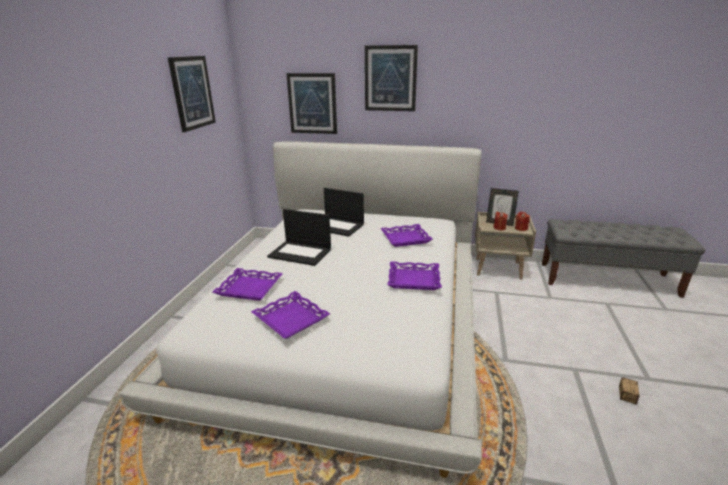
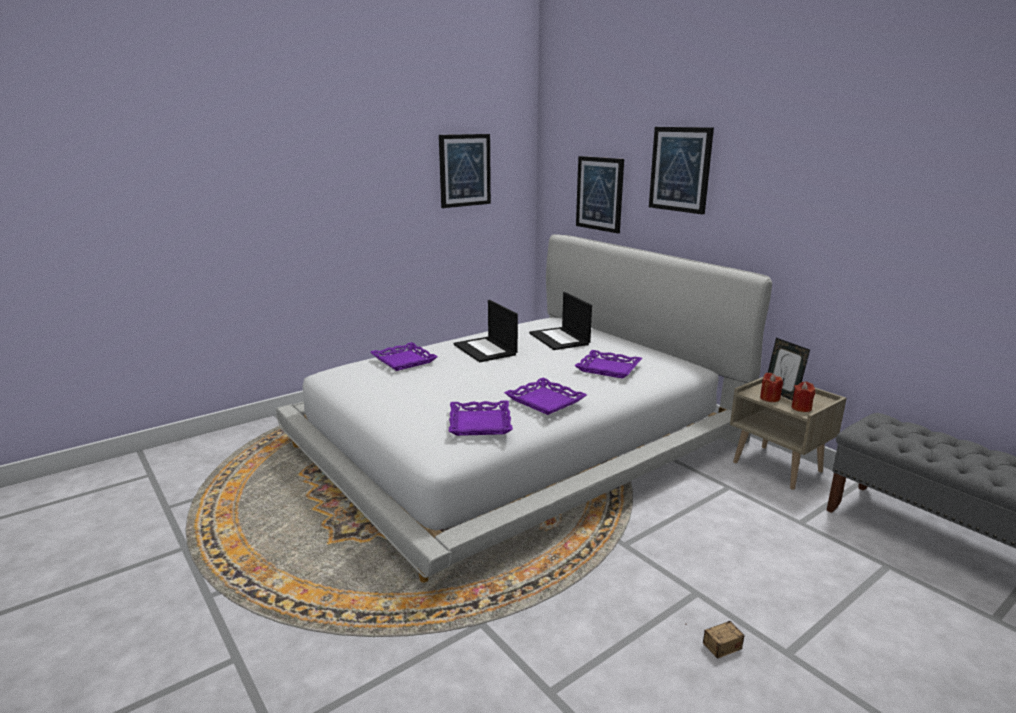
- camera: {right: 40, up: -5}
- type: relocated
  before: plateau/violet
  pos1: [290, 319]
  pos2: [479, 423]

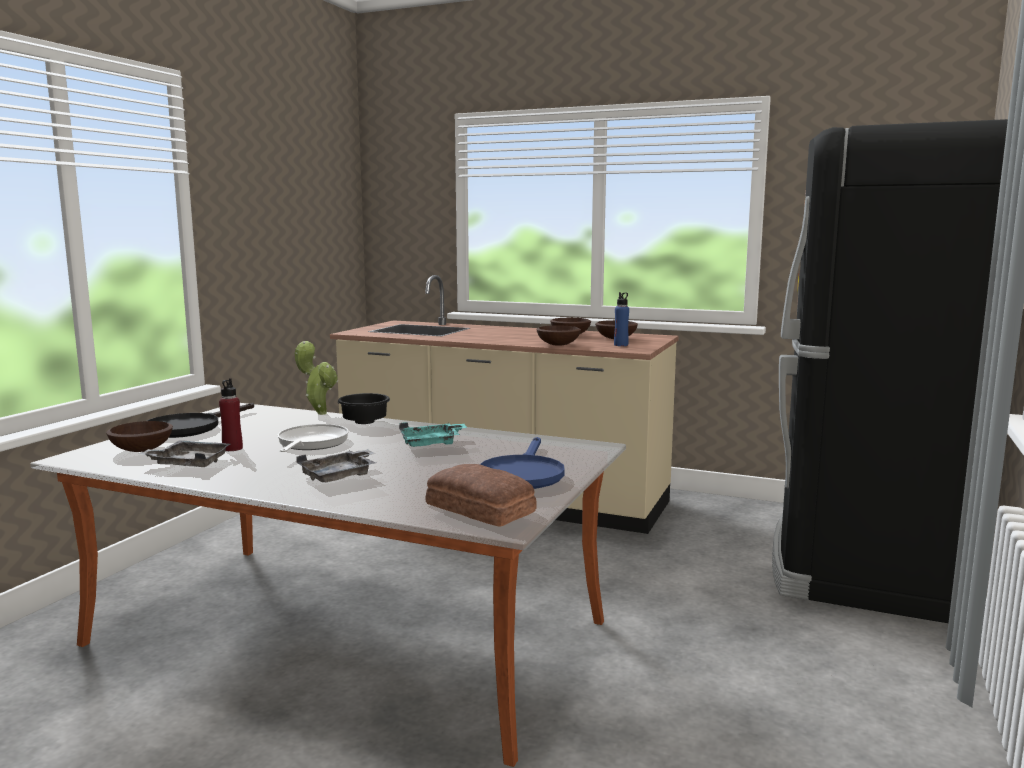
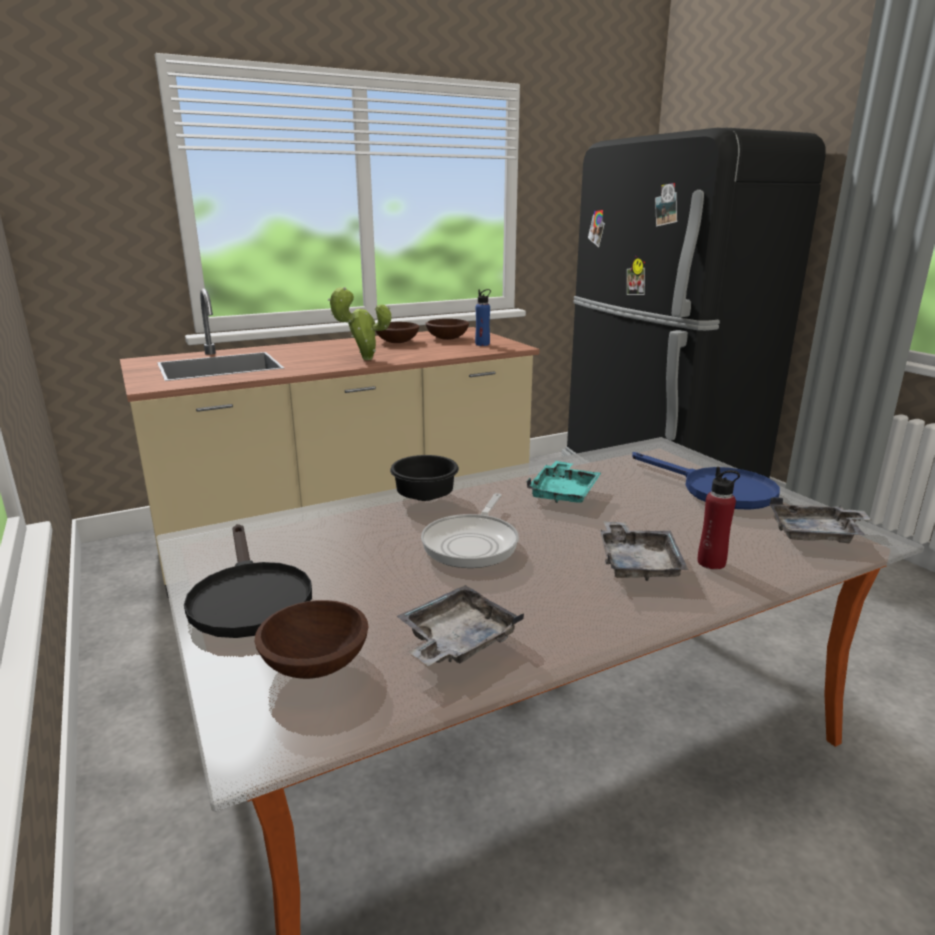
- camera: {right: -50, up: 10}
- type: missing
  before: bol/marron
  pos1: [557, 344]
- type: relocated
  before: bouteille/rouge
  pos1: [232, 448]
  pos2: [711, 562]
- type: relocated
  before: plante en pot
  pos1: [319, 413]
  pos2: [363, 359]
- type: exchanged
  before: pain
  after: plateau/gris
  pos1: [479, 509]
  pos2: [816, 534]
- type: spun
  before: poêle
  pos1: [311, 443]
  pos2: [472, 544]
  turn: -120

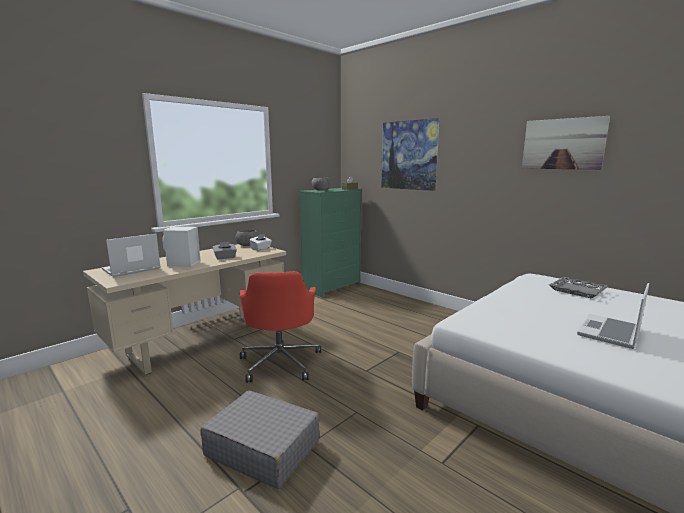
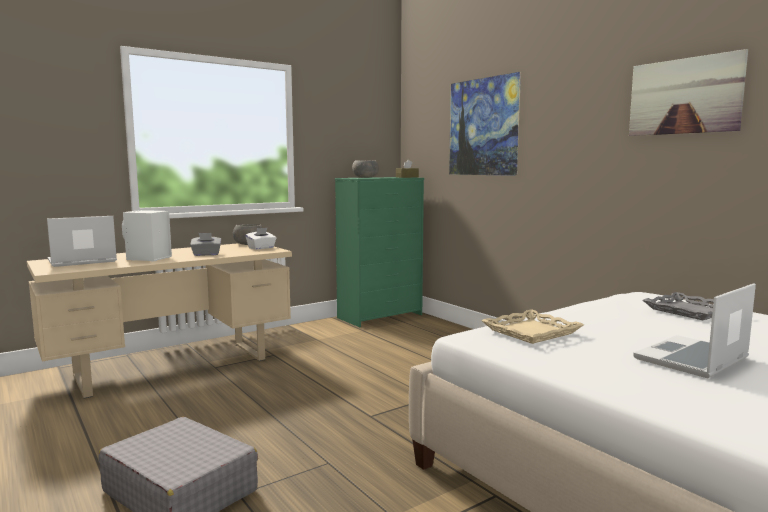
- camera: {right: 10, up: -5}
- type: missing
  before: chaise de bureau/rouge
  pos1: [280, 362]
- type: appeared
  after: plateau/beige
  pos2: [531, 332]

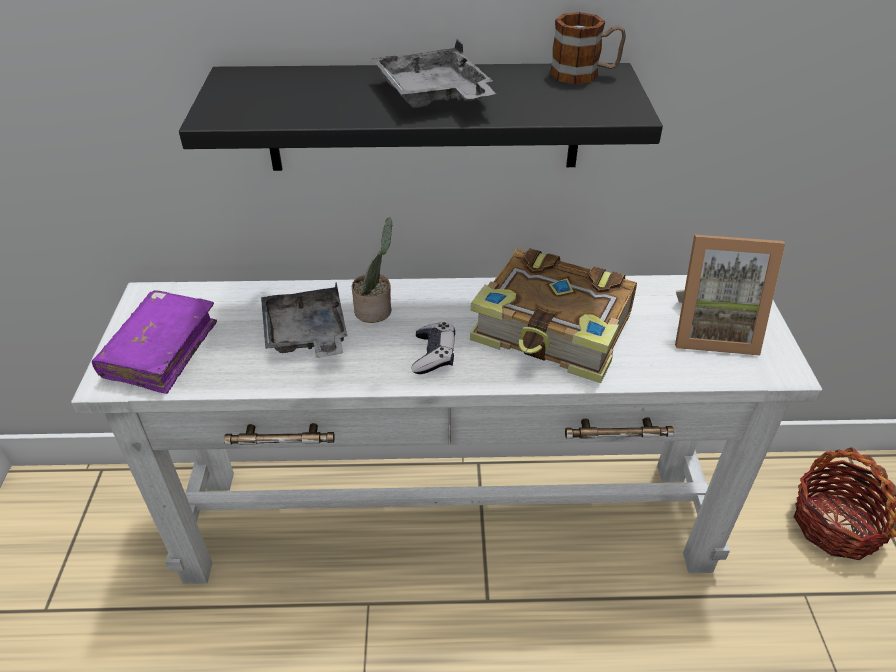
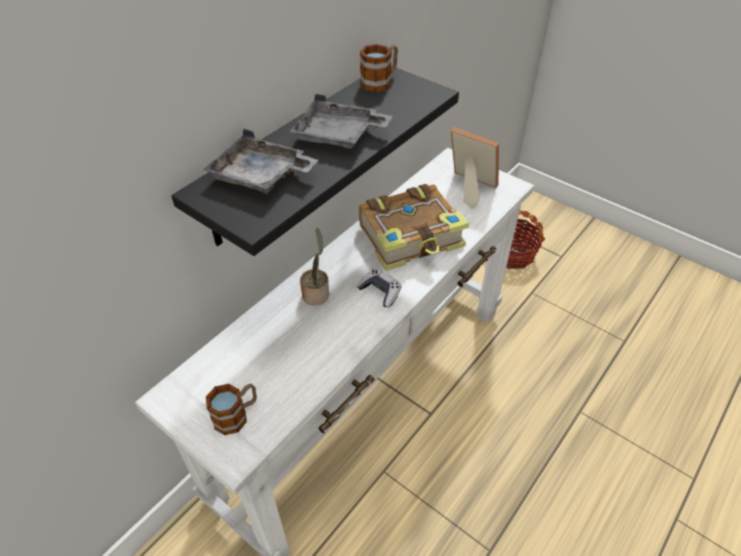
- camera: {right: -50, up: 5}
- type: relocated
  before: plateau/gris
  pos1: [307, 335]
  pos2: [261, 176]
- type: exchanged
  before: livre/violet
  after: mug
  pos1: [161, 351]
  pos2: [237, 415]
- type: spun
  before: cadre photo
  pos1: [712, 331]
  pos2: [468, 188]
  turn: -105

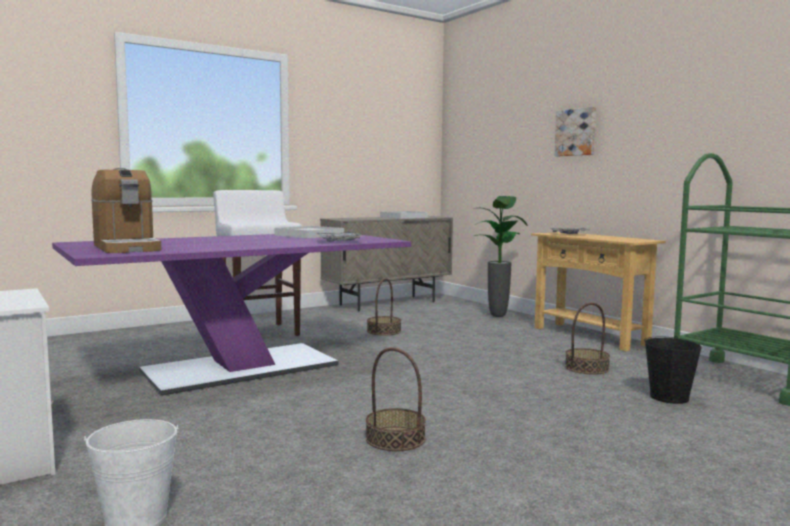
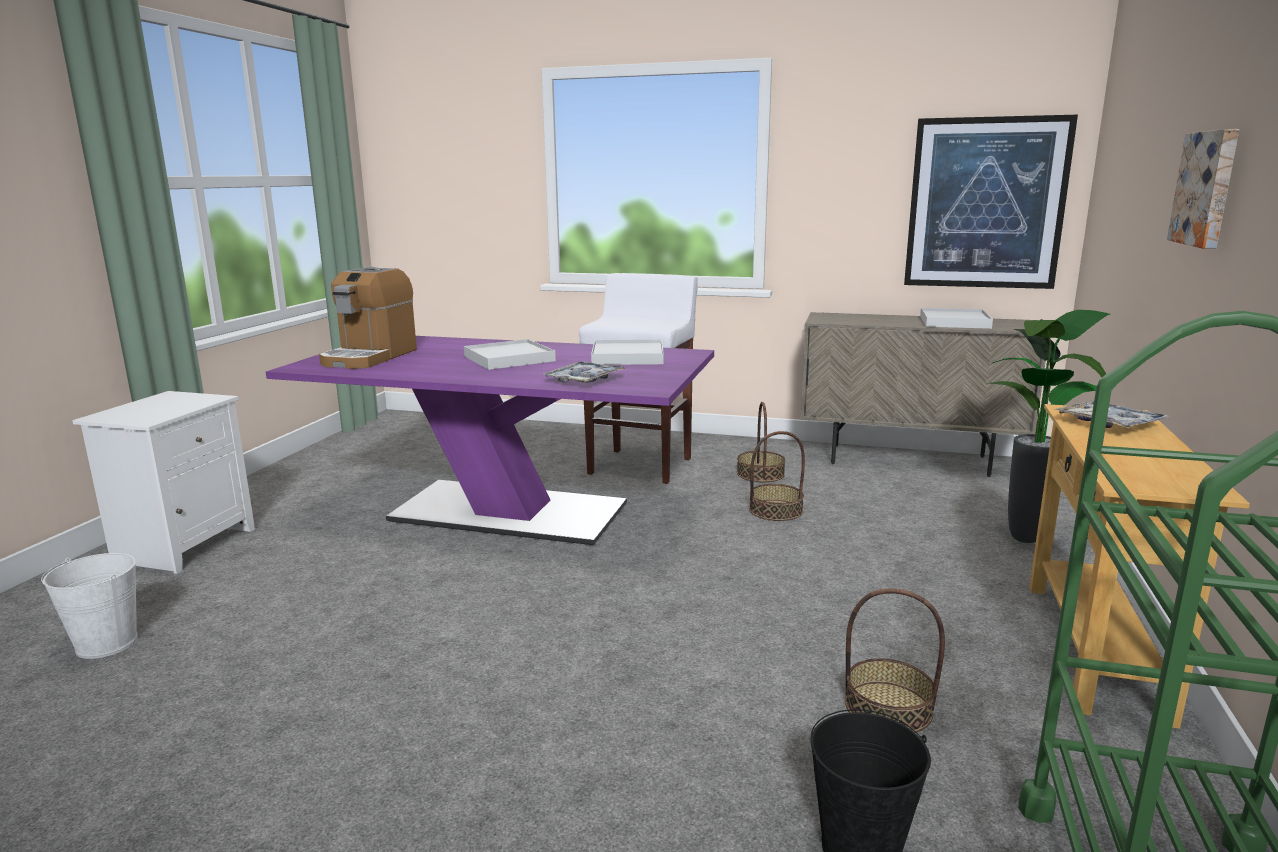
- camera: {right: 50, up: 10}
- type: appeared
  after: plateau/blanc
  pos2: [509, 359]
- type: appeared
  after: tableau
  pos2: [986, 204]
- type: relocated
  before: panier
  pos1: [395, 439]
  pos2: [760, 474]

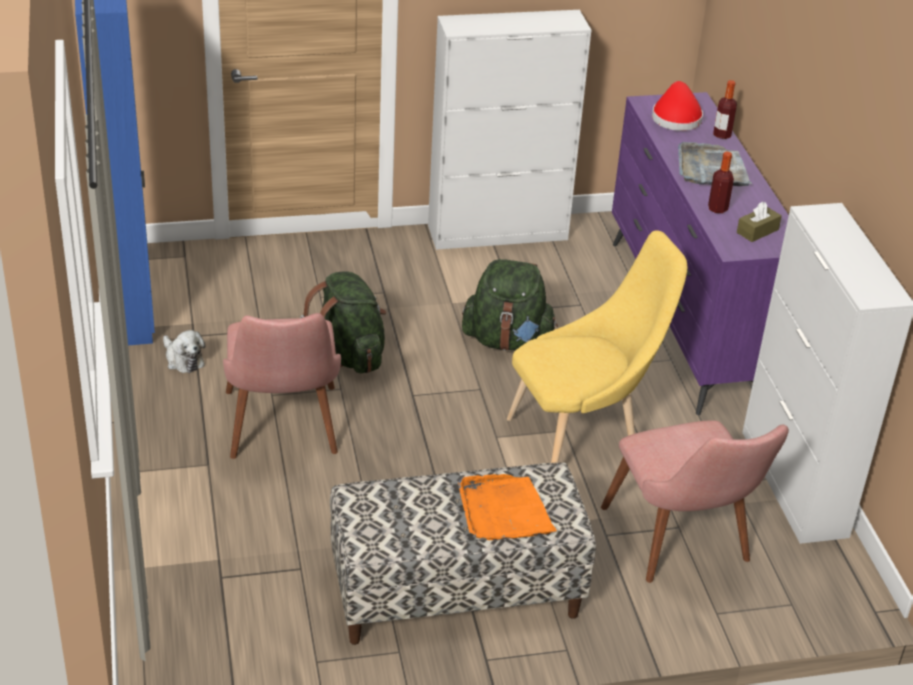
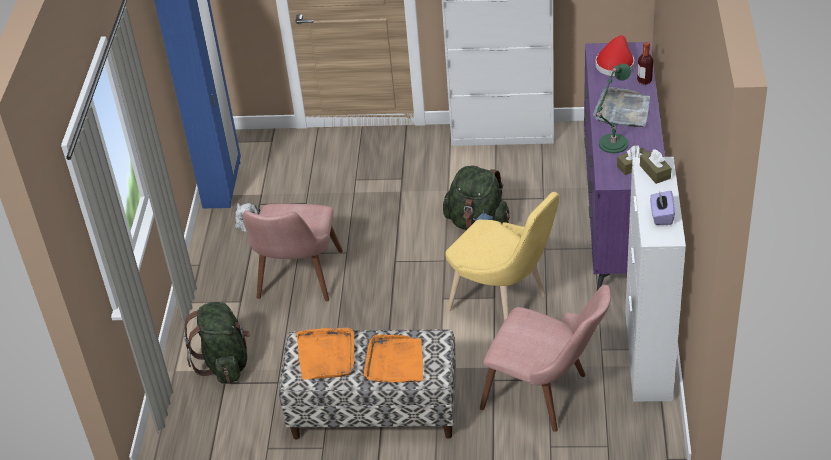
- camera: {right: 20, up: 5}
- type: appeared
  after: plateau/orange
  pos2: [326, 355]
- type: appeared
  after: boîte à mouchoirs/marron
  pos2: [655, 172]
- type: appeared
  after: boîte à mouchoirs/violet
  pos2: [661, 216]
- type: relocated
  before: sac à dos/vert
  pos1: [348, 355]
  pos2: [225, 363]
- type: exchanged
  before: bouteille
  after: lampe de table/vert
  pos1: [717, 208]
  pos2: [611, 145]
- type: spun
  before: chaise/jaune
  pos1: [581, 438]
  pos2: [503, 305]
  turn: 45
- type: spun
  before: chaise/rose
  pos1: [685, 546]
  pos2: [547, 394]
  turn: -60

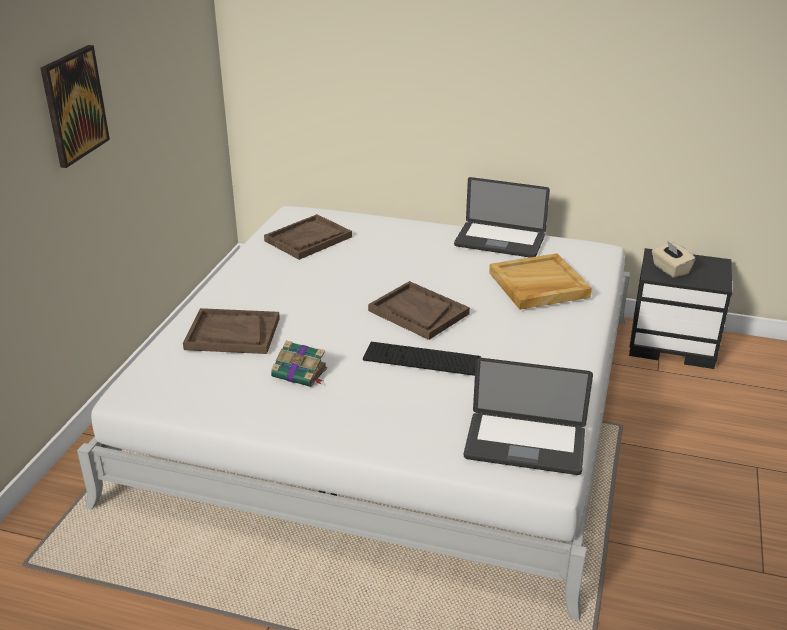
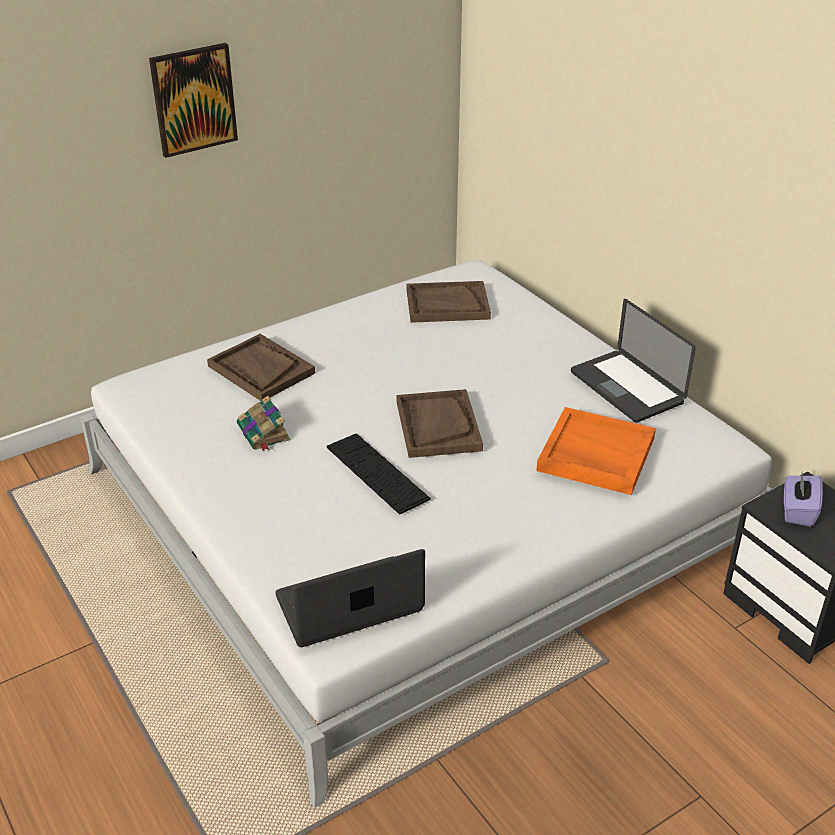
- camera: {right: 40, up: 5}
- type: colour
  before: plateau/beige
  after: plateau/orange
  pos1: [538, 285]
  pos2: [595, 454]
- type: colour
  before: boîte à mouchoirs/beige
  after: boîte à mouchoirs/violet
  pos1: [670, 269]
  pos2: [798, 511]
- type: spun
  before: ordinateur portable
  pos1: [525, 445]
  pos2: [349, 604]
  turn: 105

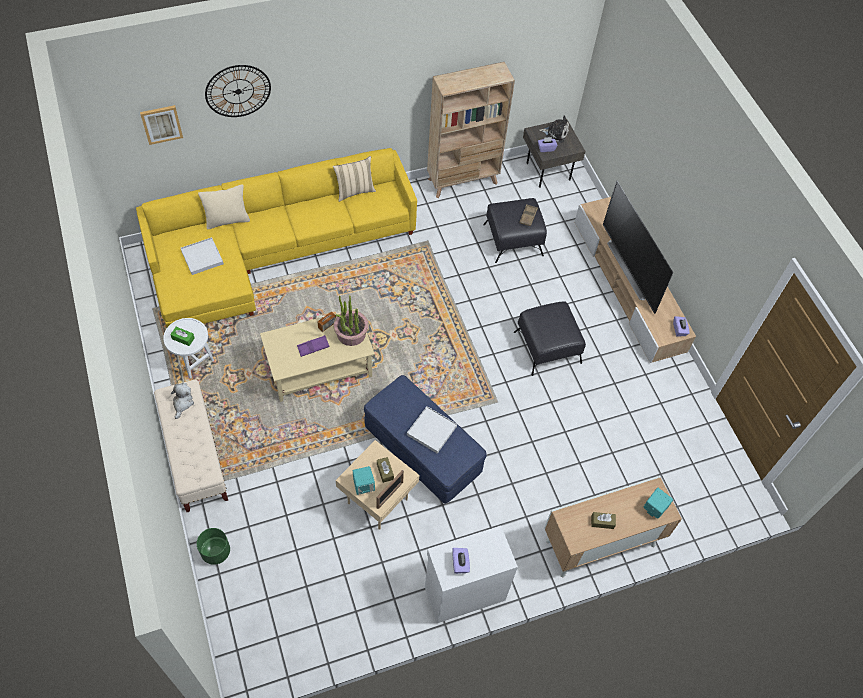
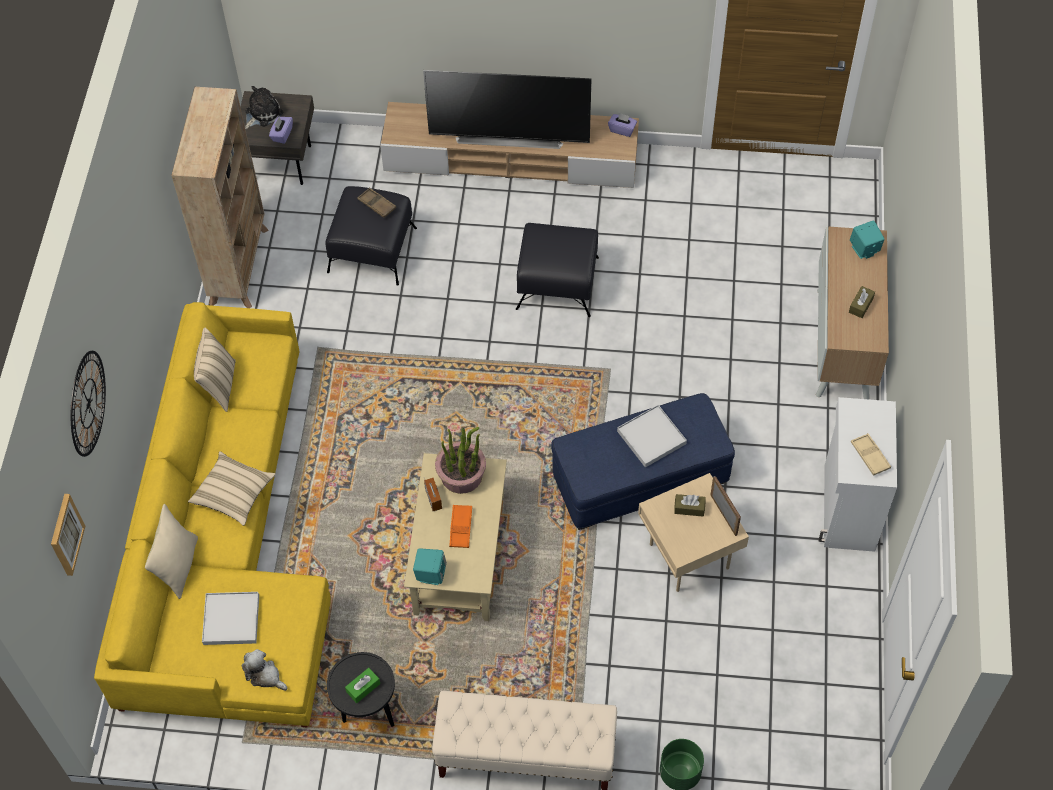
- camera: {right: -60, up: 0}
- type: appeared
  after: coussin/beige
  pos2: [234, 494]
- type: relocated
  before: peluche
  pos1: [182, 403]
  pos2: [265, 675]
- type: relocated
  before: enceinte/turquoise
  pos1: [364, 485]
  pos2: [430, 574]
- type: exchanged
  before: boîte à mouchoirs/violet
  after: plateau/beige
  pos1: [460, 563]
  pos2: [870, 456]
- type: colour
  before: table d'appoint/blanc
  after: table d'appoint/noir
  pos1: [194, 361]
  pos2: [367, 712]
- type: colour
  before: plateau/violet
  after: plateau/orange
  pos1: [313, 347]
  pos2: [461, 528]

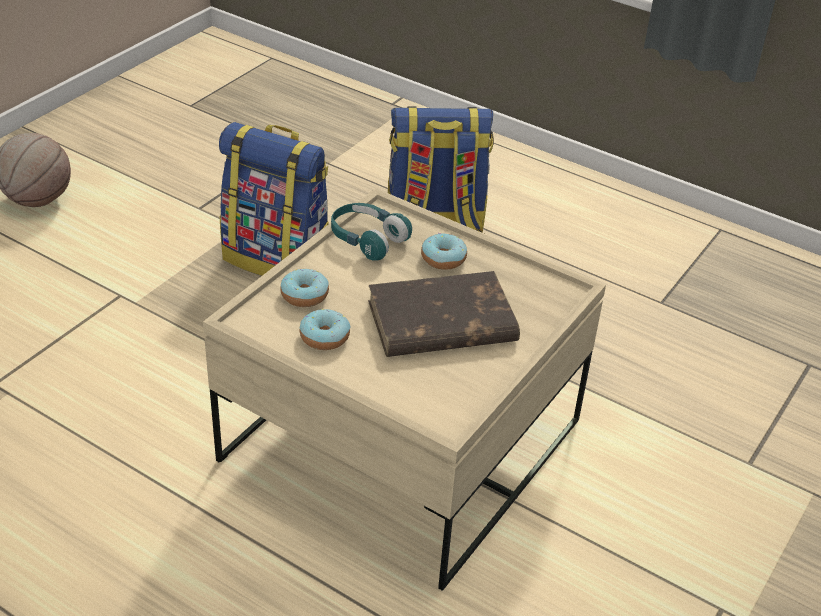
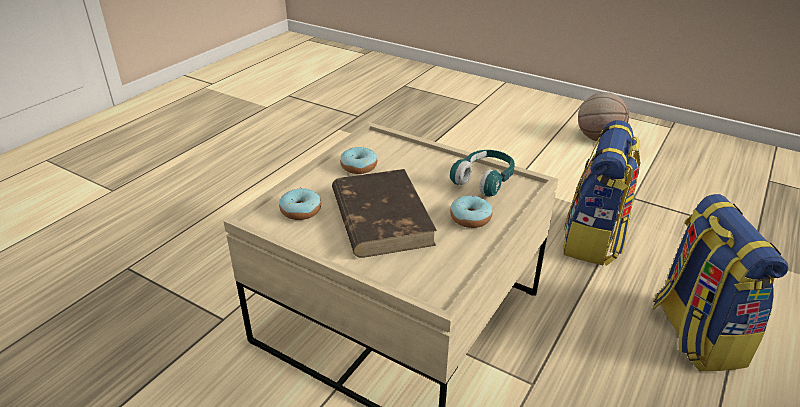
- camera: {right: 90, up: -5}
- type: relocated
  before: beignet
  pos1: [304, 295]
  pos2: [301, 211]

